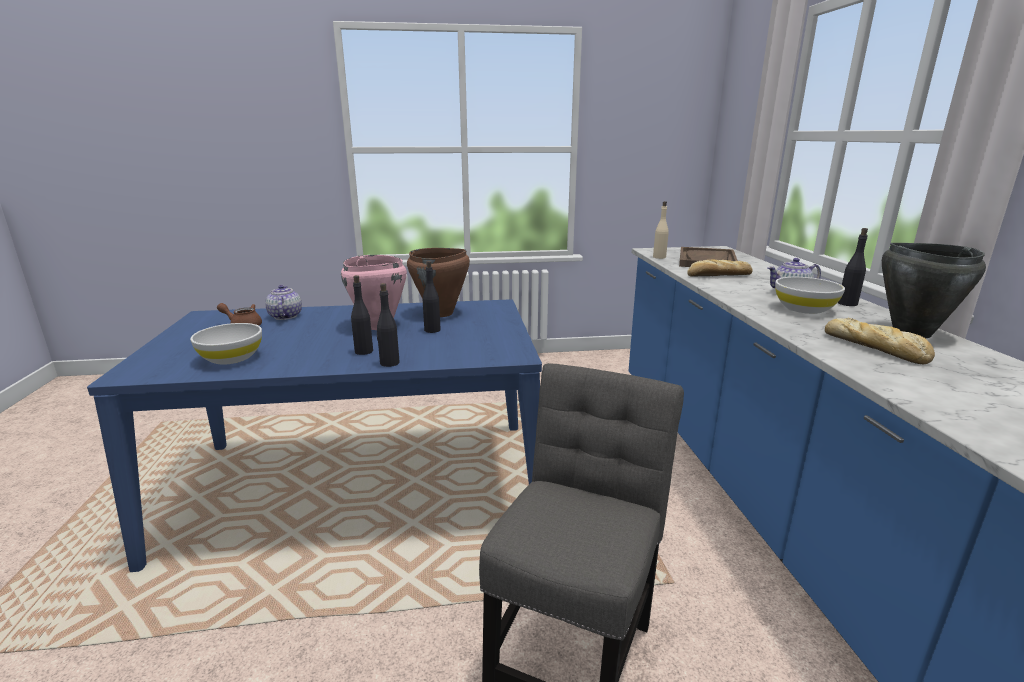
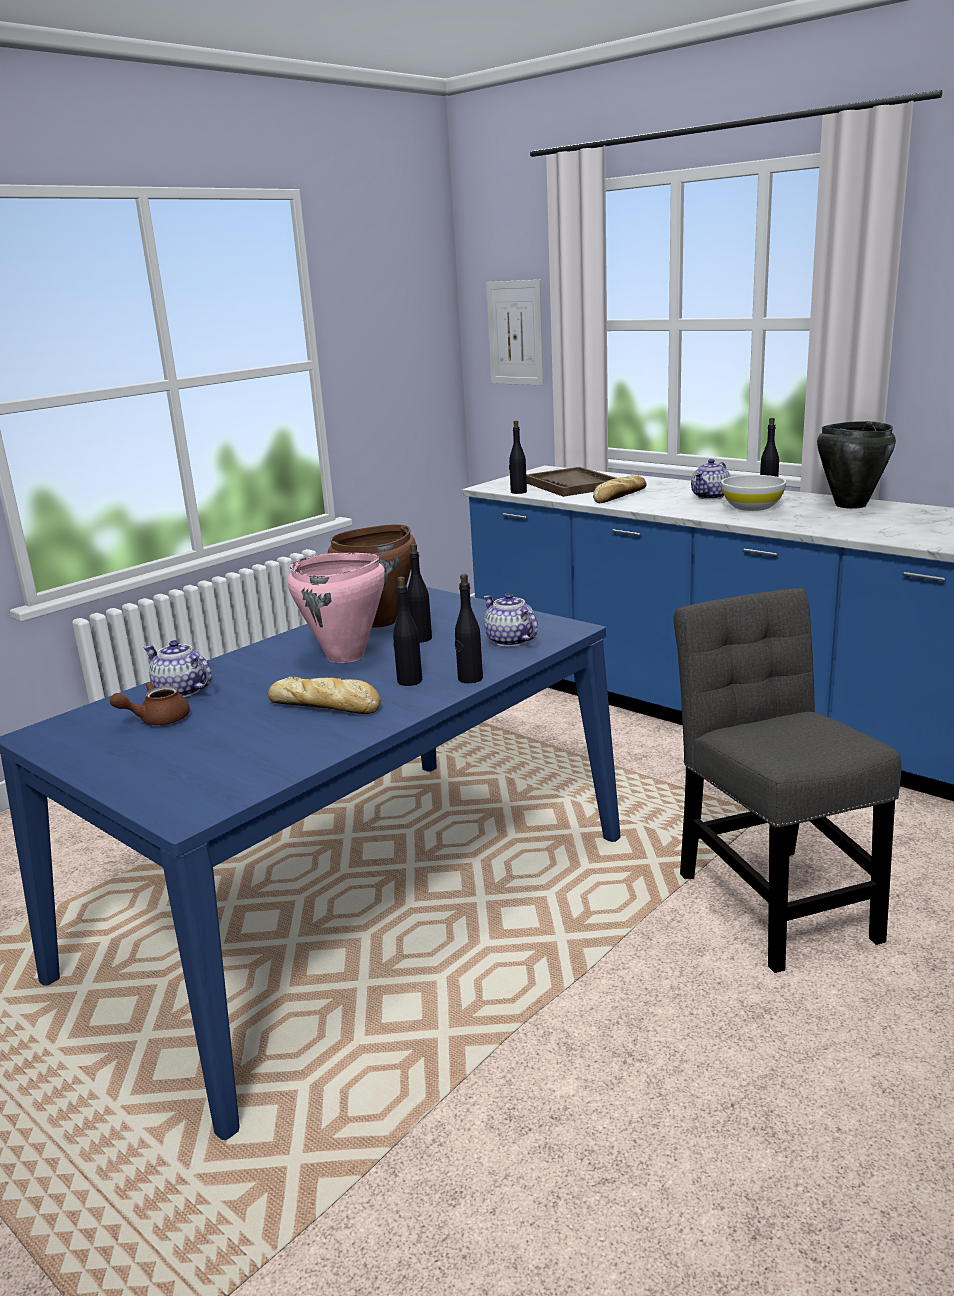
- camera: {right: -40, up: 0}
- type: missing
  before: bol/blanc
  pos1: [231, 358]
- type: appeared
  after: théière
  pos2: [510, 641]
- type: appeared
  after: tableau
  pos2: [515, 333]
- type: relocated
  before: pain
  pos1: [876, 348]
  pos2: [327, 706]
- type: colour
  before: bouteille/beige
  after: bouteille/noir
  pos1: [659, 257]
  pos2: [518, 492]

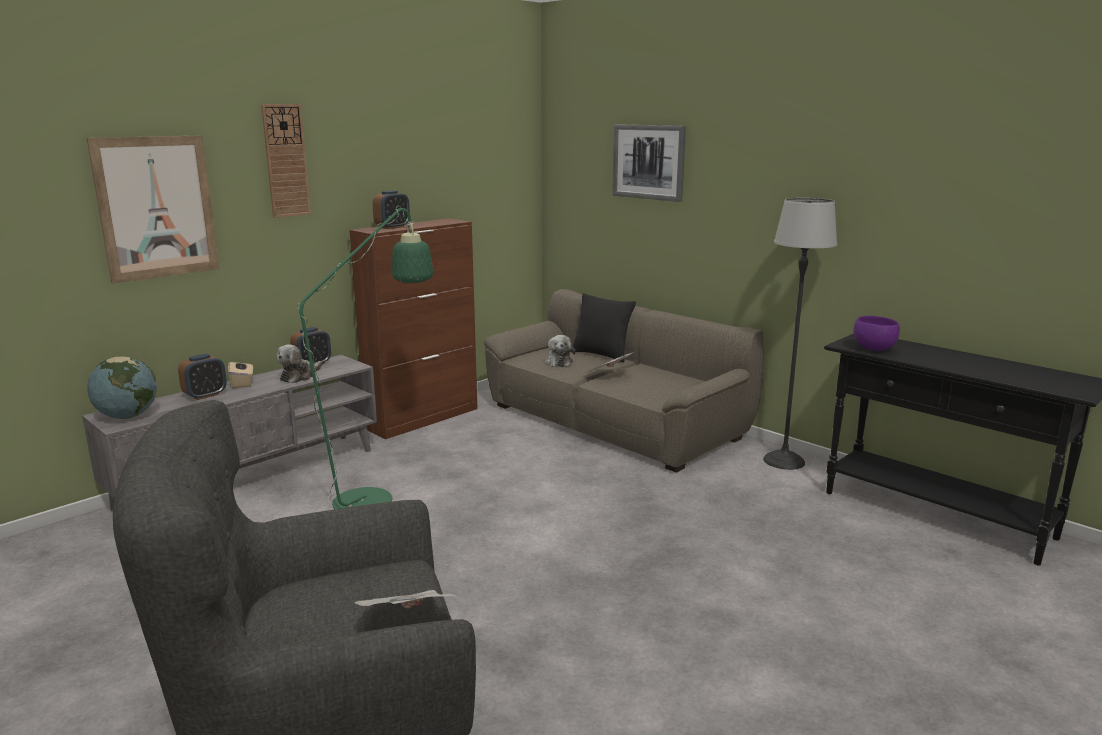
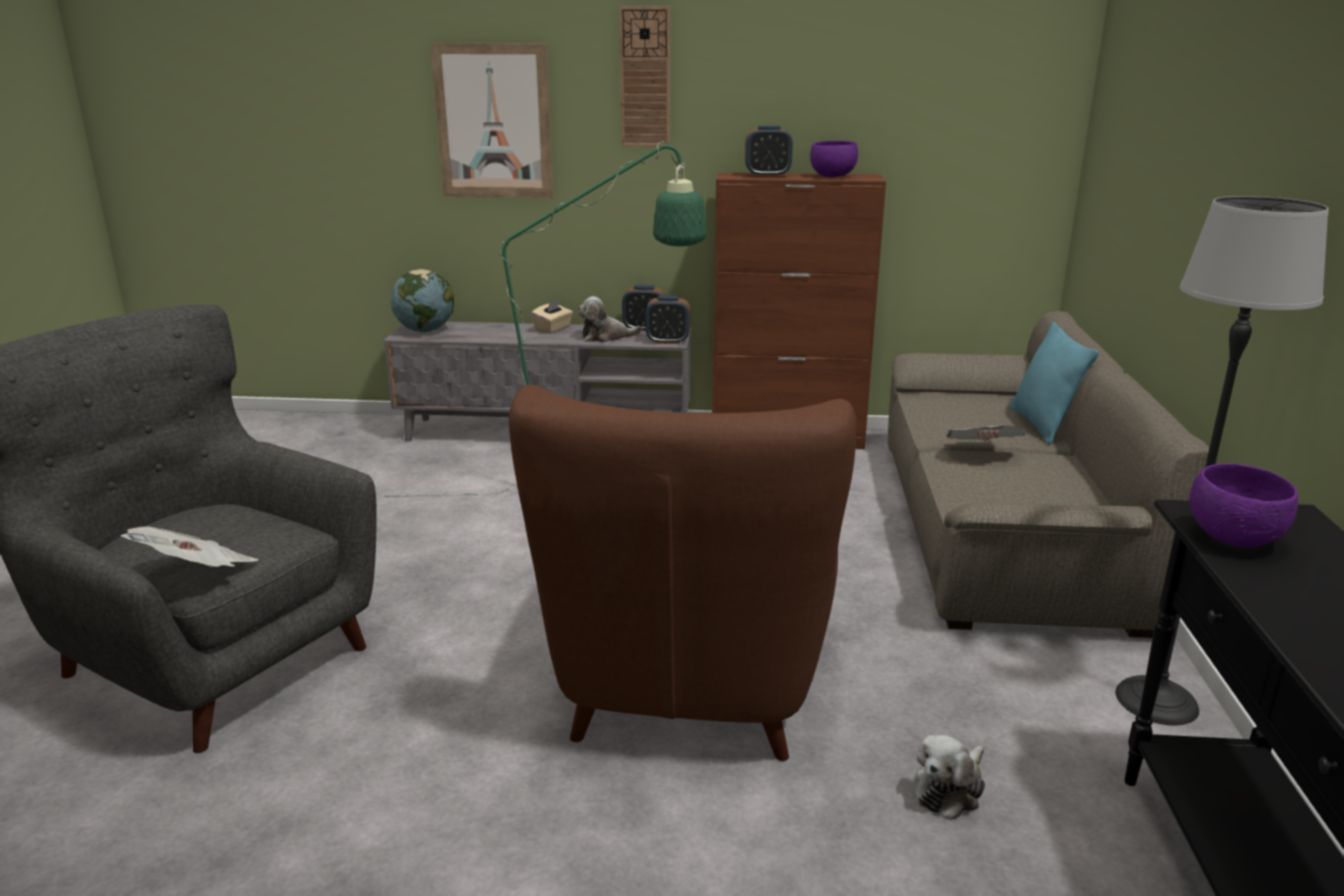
- camera: {right: 50, up: 5}
- type: missing
  before: tableau
  pos1: [648, 162]
- type: appeared
  after: fauteuil/marron
  pos2: [690, 684]
- type: appeared
  after: bol/violet
  pos2: [832, 176]
- type: relocated
  before: réveil
  pos1: [205, 395]
  pos2: [668, 341]
- type: relocated
  before: peluche
  pos1: [558, 362]
  pos2: [950, 789]
- type: colour
  before: coussin/noir
  after: coussin/turquoise
  pos1: [601, 355]
  pos2: [1042, 425]

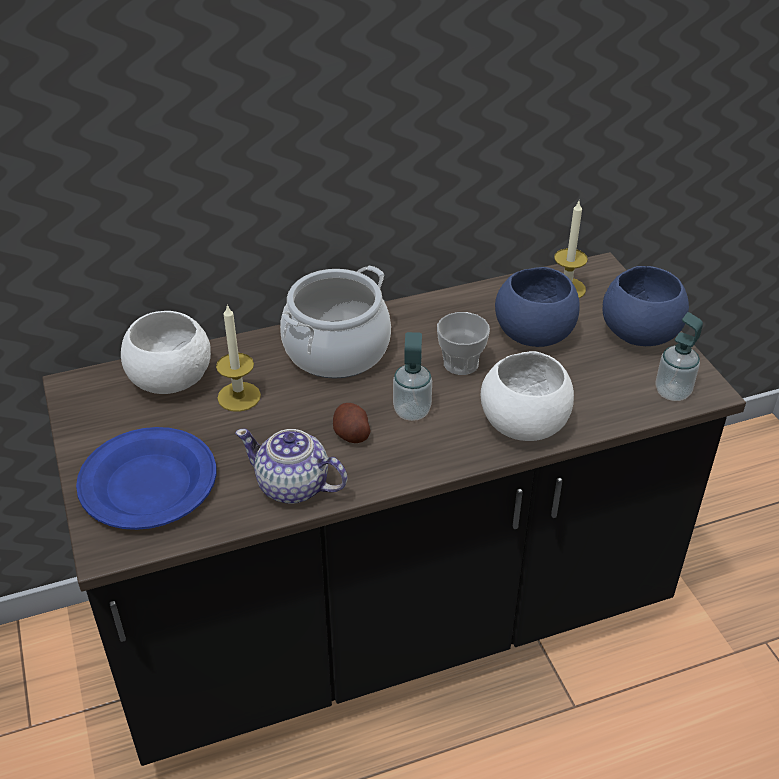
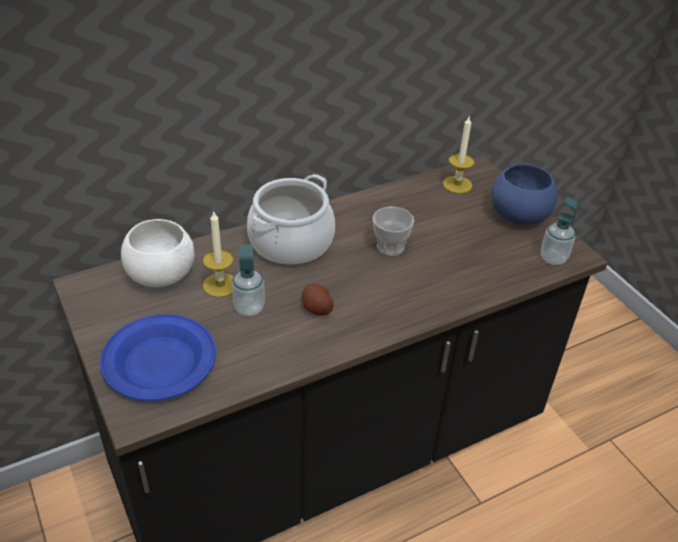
- camera: {right: -10, up: 0}
- type: missing
  before: théière
  pos1: [293, 486]
- type: missing
  before: bol/blanc
  pos1: [525, 422]
- type: missing
  before: bol/bleu
  pos1: [535, 333]
- type: relocated
  before: distributeur de savon
  pos1: [412, 411]
  pos2: [249, 308]

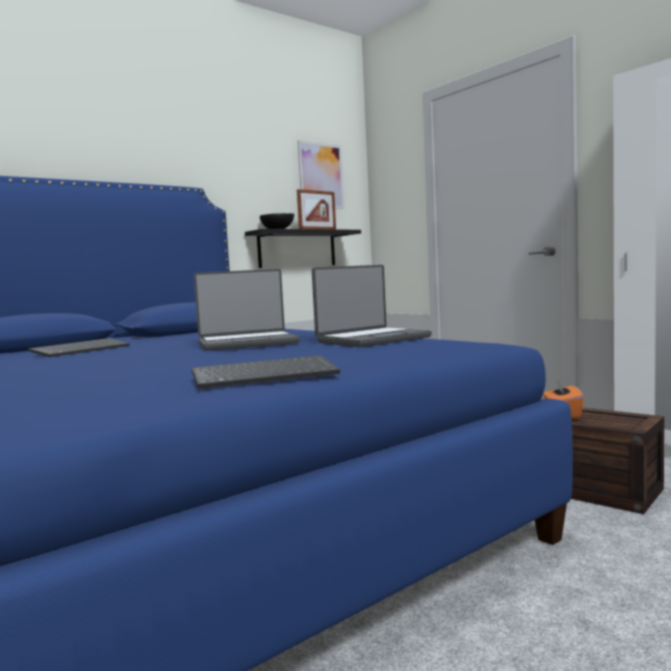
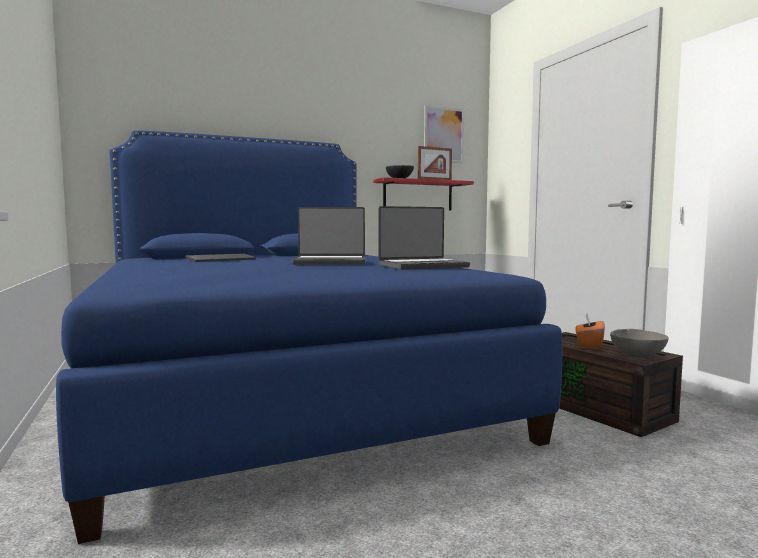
- camera: {right: 15, up: 0}
- type: missing
  before: clavier
  pos1: [266, 375]
- type: appeared
  after: bol/gris
  pos2: [637, 356]
- type: colour
  before: étagère/noir
  after: étagère/rouge
  pos1: [297, 249]
  pos2: [418, 195]

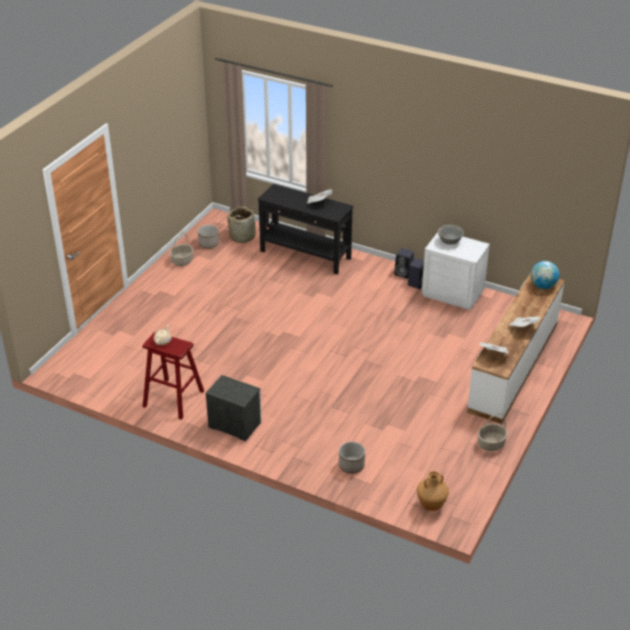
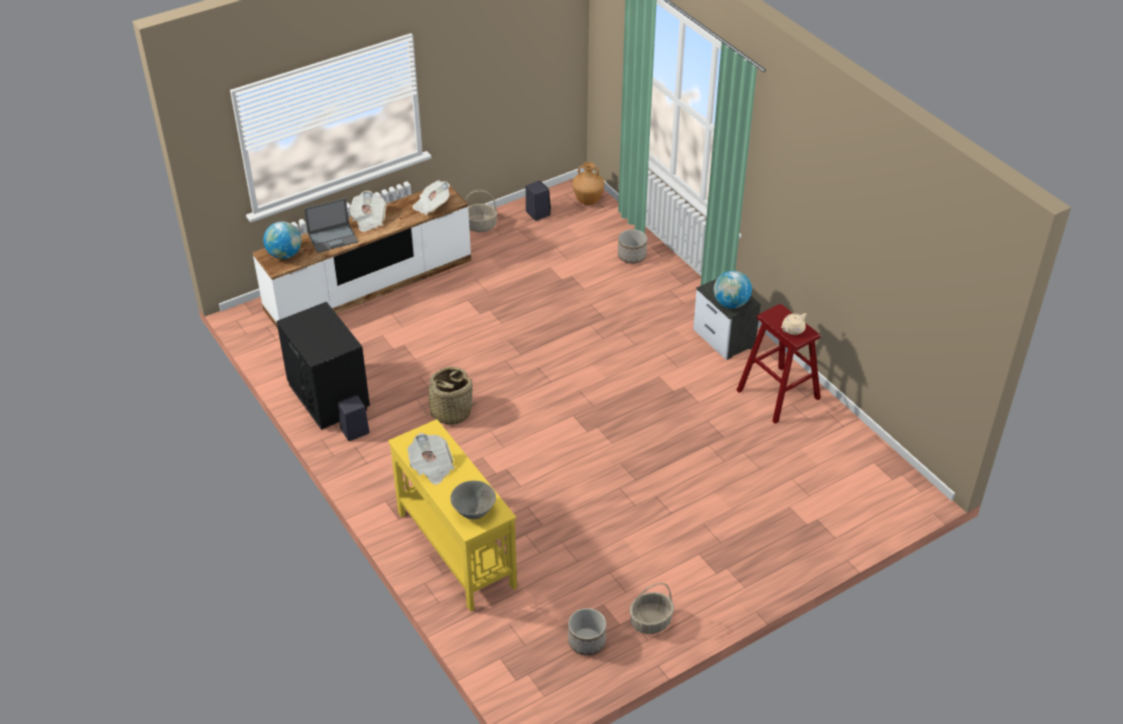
- camera: {right: -150, up: 5}
- type: appeared
  after: ordinateur portable
  pos2: [333, 238]
- type: appeared
  after: globe
  pos2: [731, 304]
- type: relocated
  before: panier
  pos1: [242, 236]
  pos2: [450, 412]
- type: relocated
  before: enceinte/noir
  pos1: [404, 273]
  pos2: [537, 213]
- type: relocated
  before: bol/gris
  pos1: [450, 242]
  pos2: [473, 511]
- type: colour
  before: table console/noir
  after: table console/jaune
  pos1: [305, 255]
  pos2: [456, 548]
- type: colour
  before: table de chevet/blanc
  after: table de chevet/noir
  pos1: [453, 293]
  pos2: [327, 397]

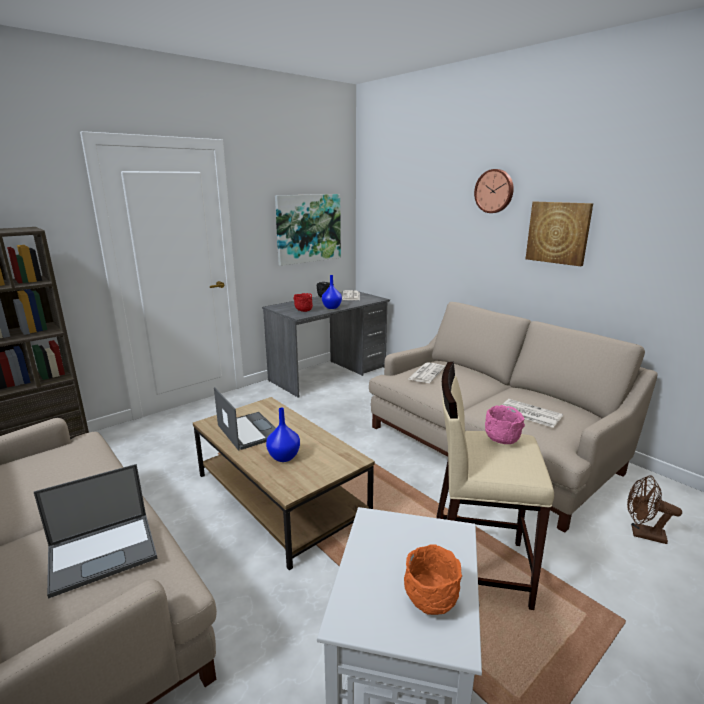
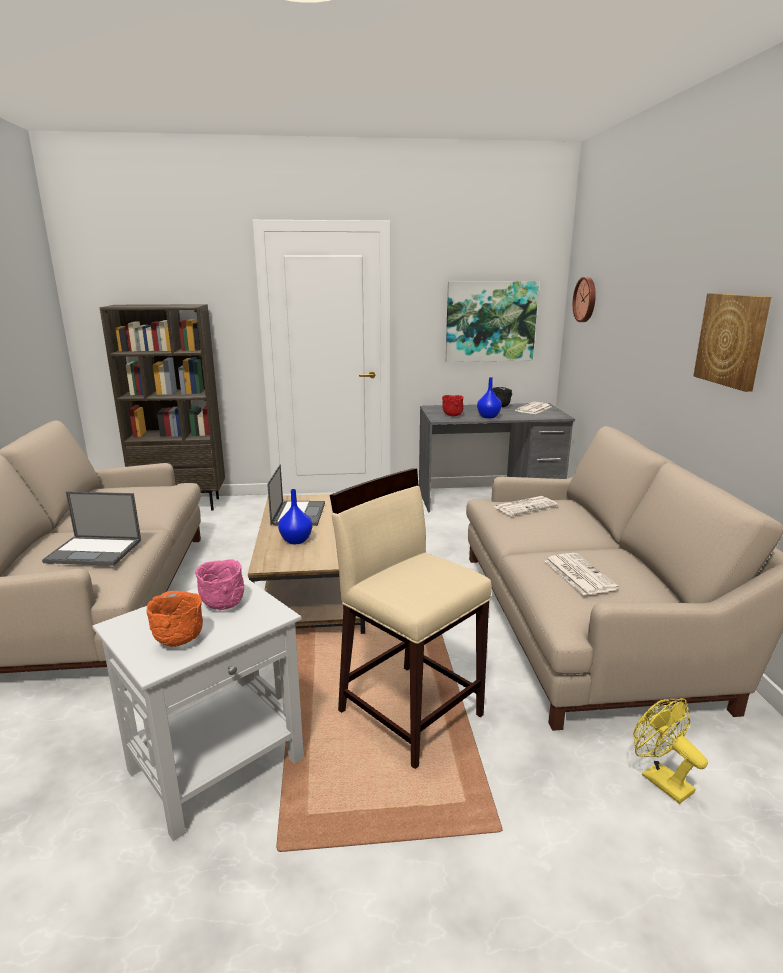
- camera: {right: 35, up: 0}
- type: relocated
  before: horloge murale
  pos1: [494, 191]
  pos2: [586, 299]
- type: relocated
  before: bol/rose
  pos1: [501, 440]
  pos2: [223, 604]
- type: colour
  before: ventilateur/marron
  after: ventilateur/jaune
  pos1: [642, 534]
  pos2: [660, 779]

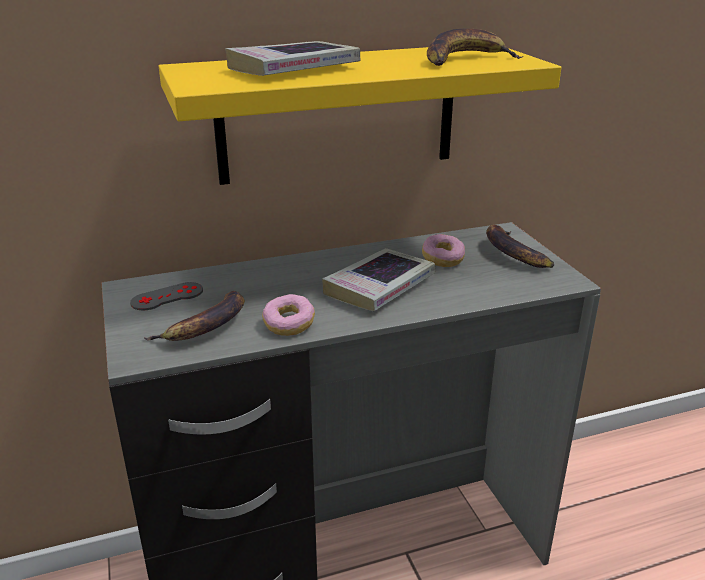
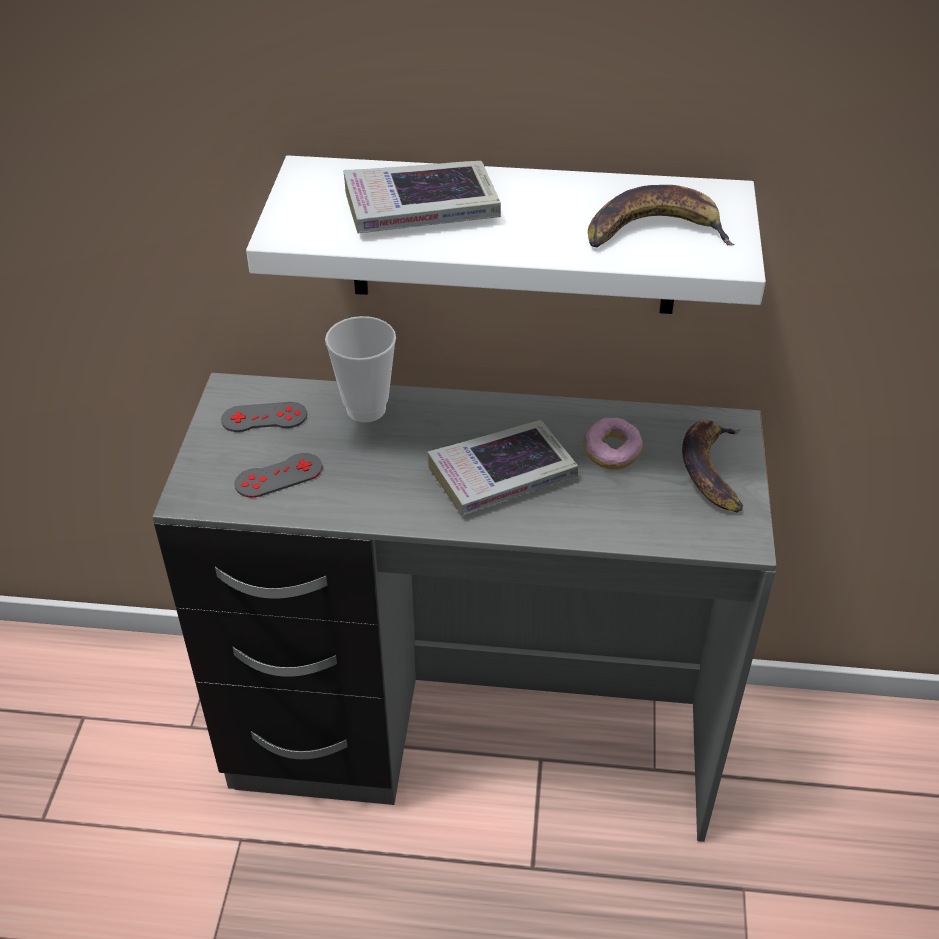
- camera: {right: 25, up: 15}
- type: missing
  before: beignet
  pos1: [289, 325]
- type: appeared
  after: tasse
  pos2: [366, 409]
- type: exchanged
  before: banane
  after: manette/gris
  pos1: [206, 326]
  pos2: [279, 476]
- type: colour
  before: étagère/jaune
  after: étagère/blanc
  pos1: [338, 113]
  pos2: [514, 237]

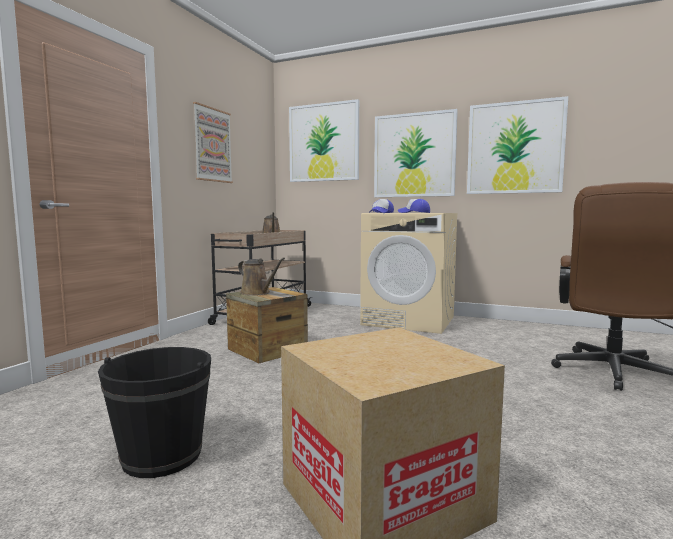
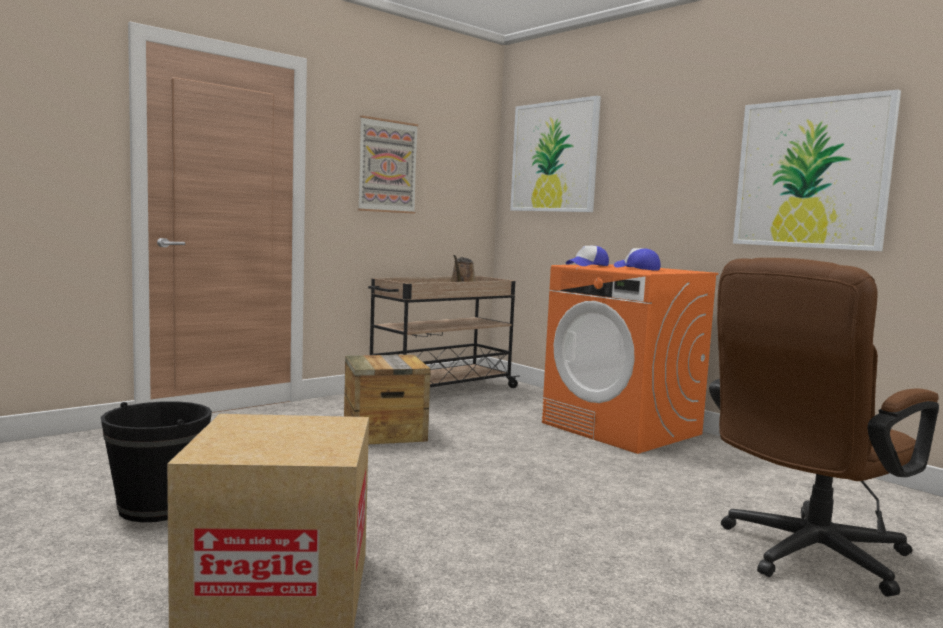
- camera: {right: 25, up: 0}
- type: missing
  before: arrosoir/marron
  pos1: [257, 293]
- type: missing
  before: tableau
  pos1: [414, 155]
- type: colour
  before: lave-linge/beige
  after: lave-linge/orange
  pos1: [409, 320]
  pos2: [622, 429]

